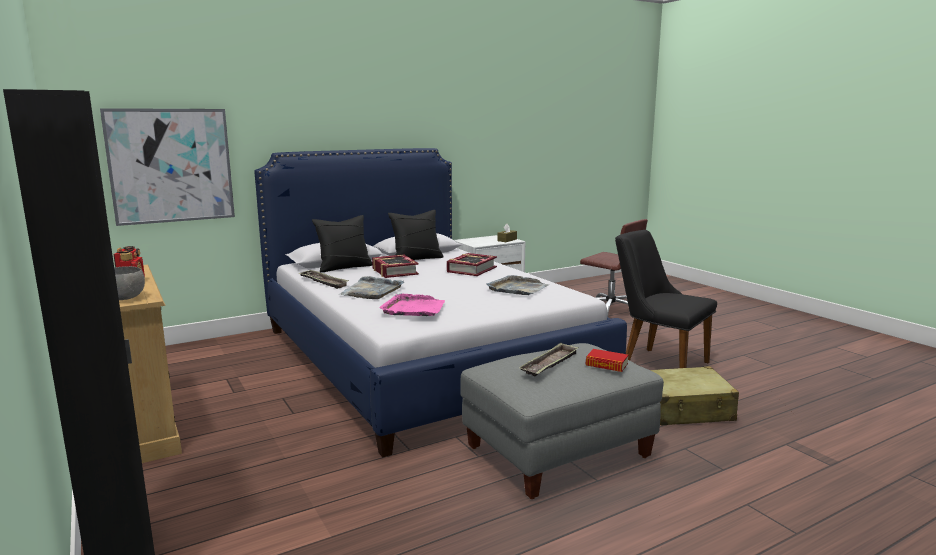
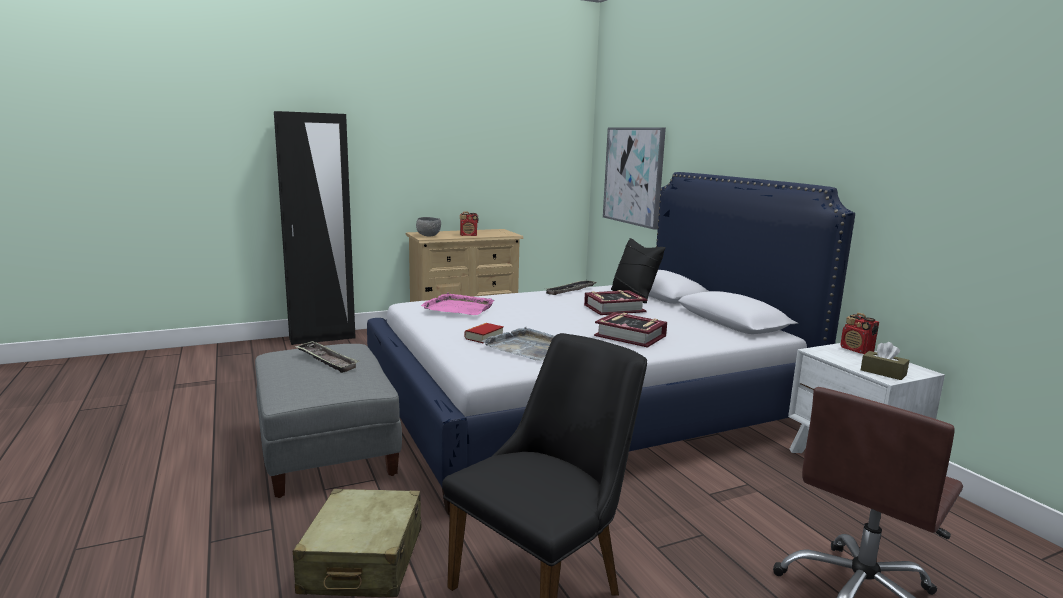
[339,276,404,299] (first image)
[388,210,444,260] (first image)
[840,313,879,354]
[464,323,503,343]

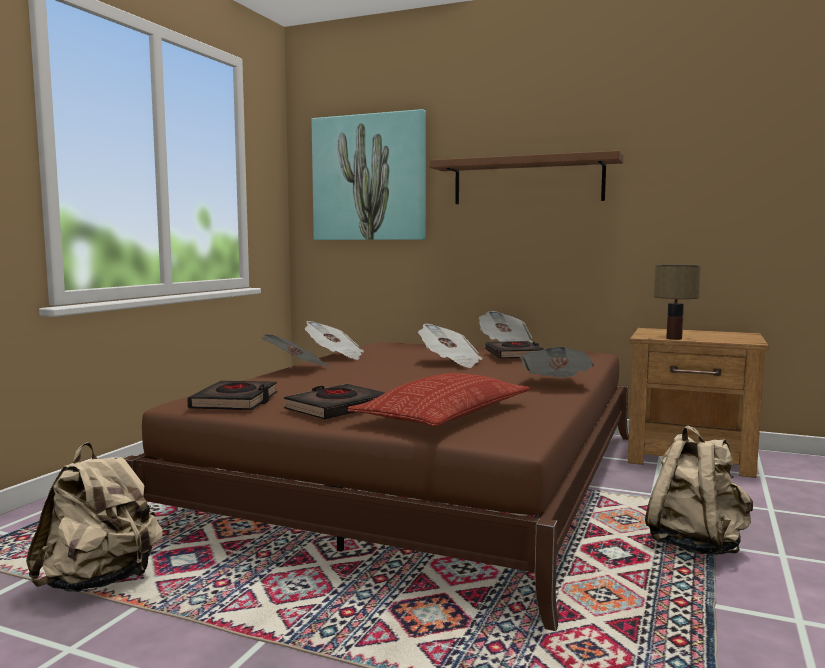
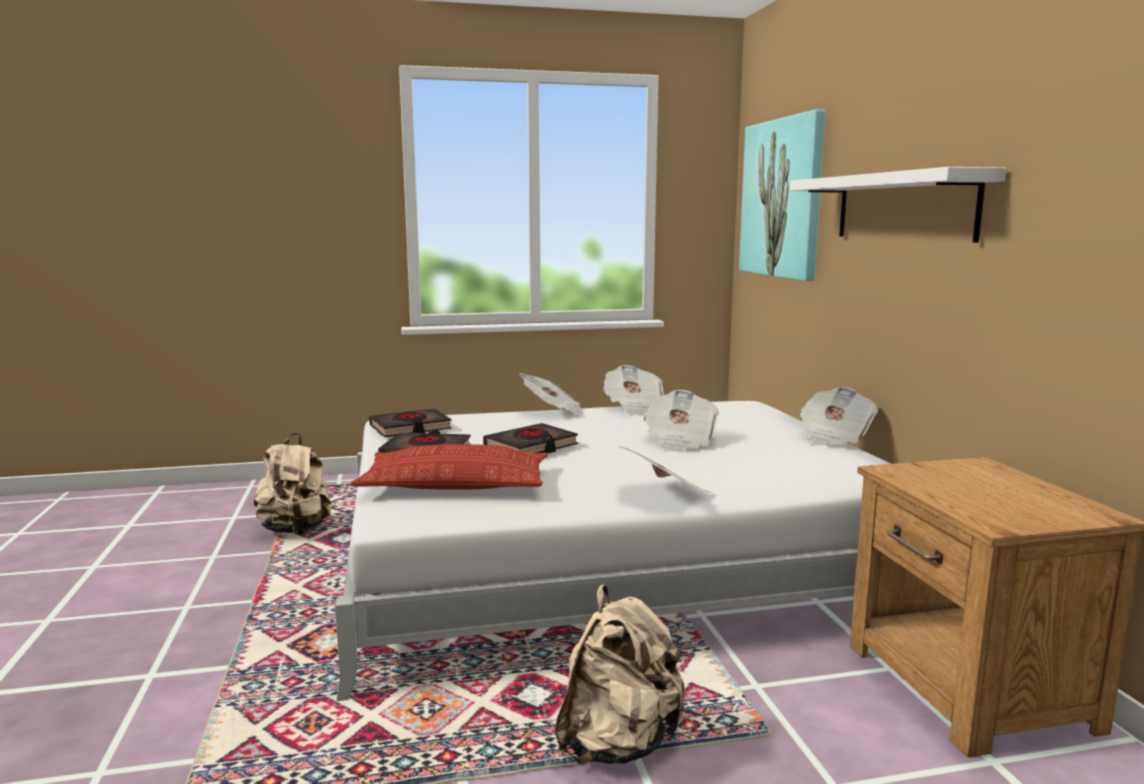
[654,265,701,340] (first image)
[483,423,578,454]
[335,401,891,701]
[790,167,1006,243]

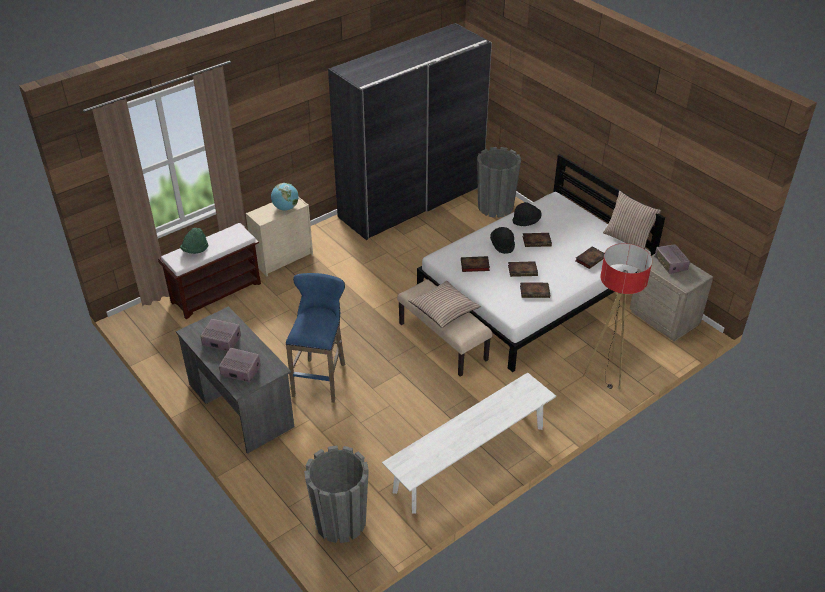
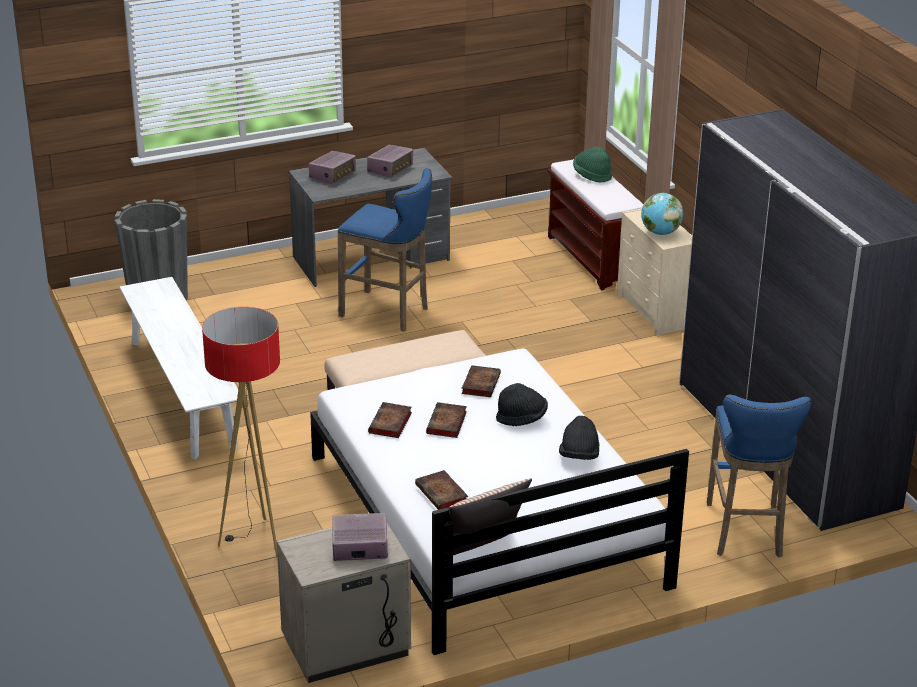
[408,281,481,328] (first image)
[523,233,552,247] (first image)
[707,395,811,558]

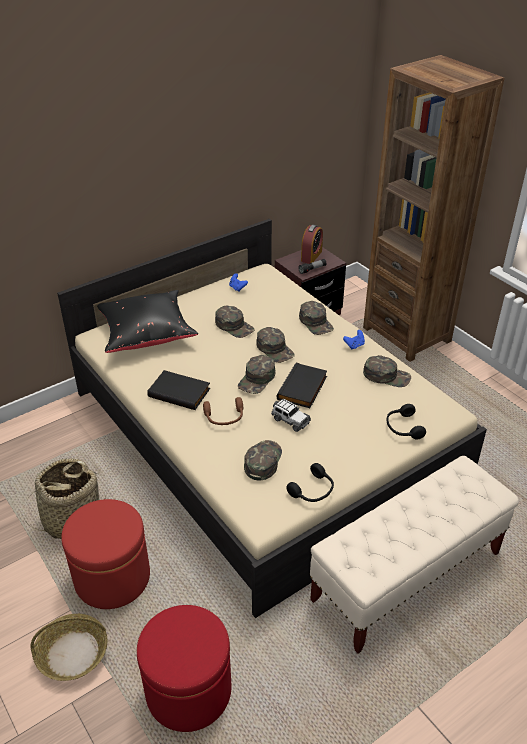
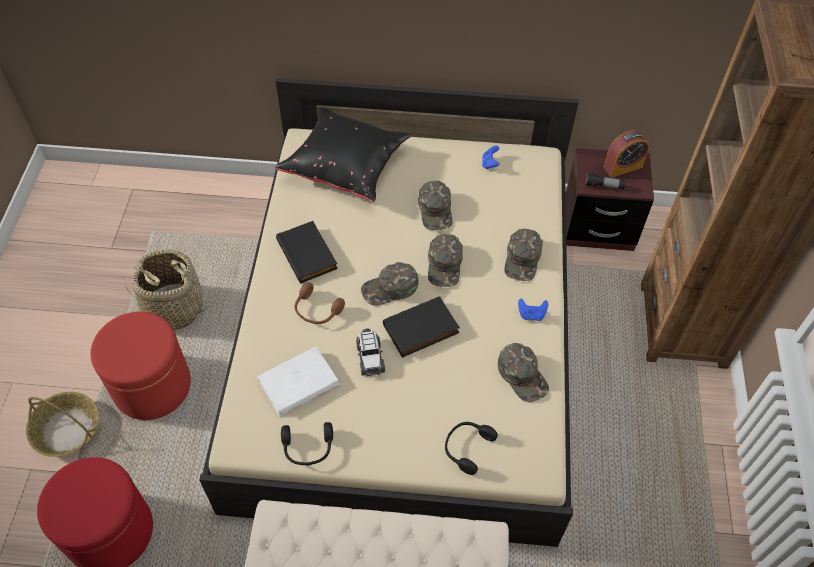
[257,347,340,417]

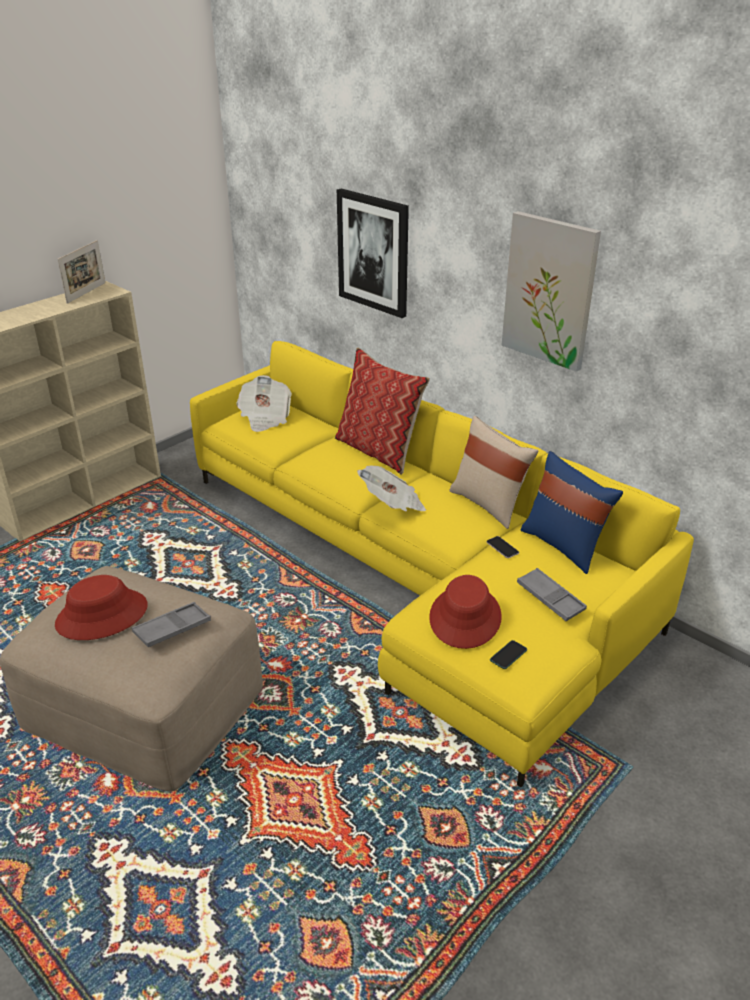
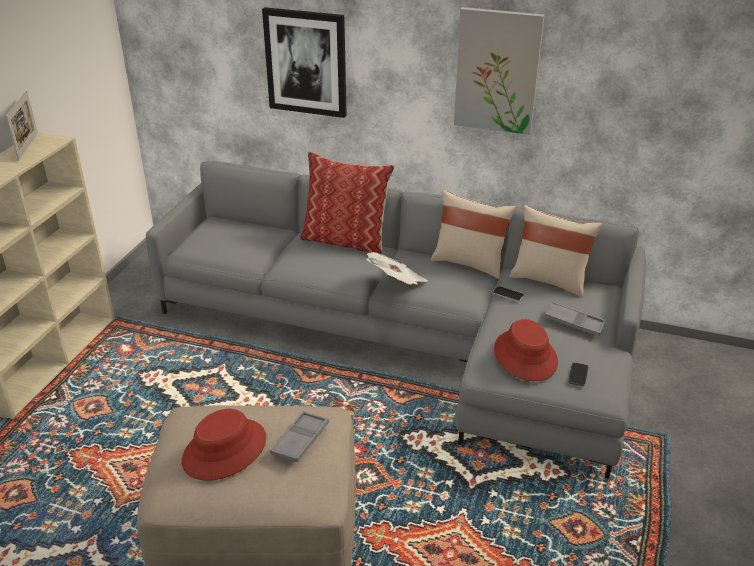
[236,375,292,432] (first image)
[146,161,646,479]
[509,205,602,297]

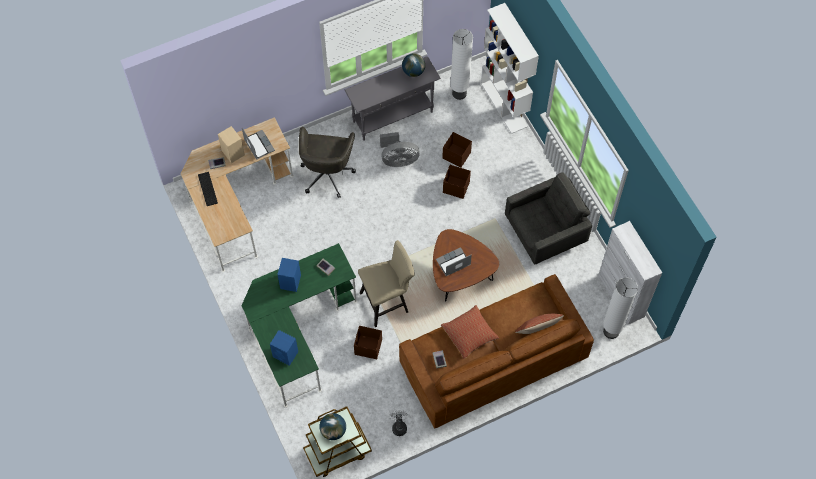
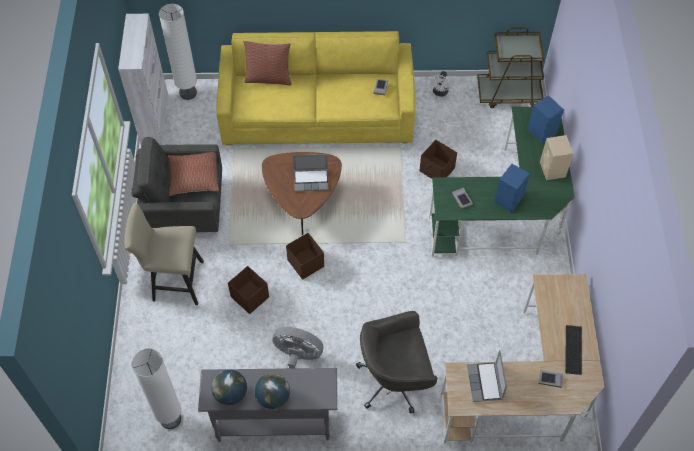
[481,3,539,134] (first image)
[540,135,574,180]
[255,373,290,409]
[124,203,204,305]
[168,152,219,196]
[286,233,324,280]
[217,31,416,145]
[356,311,437,414]

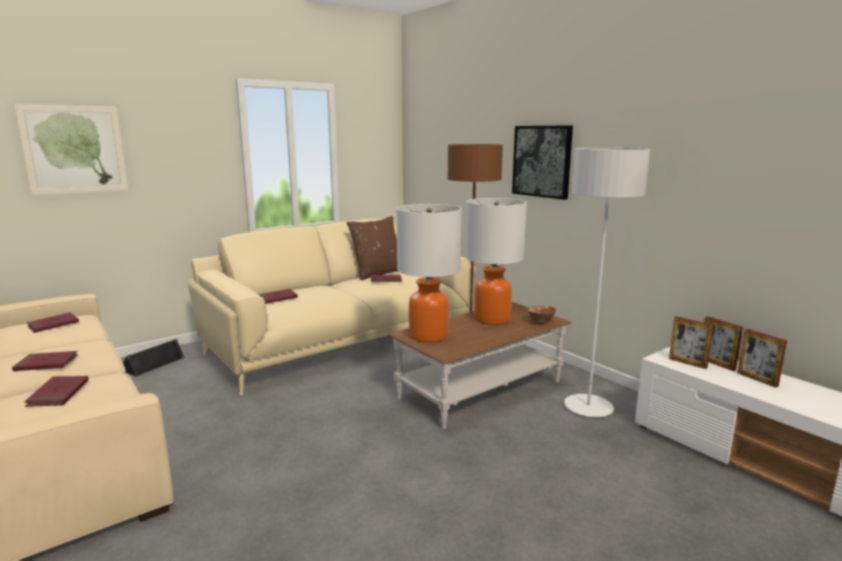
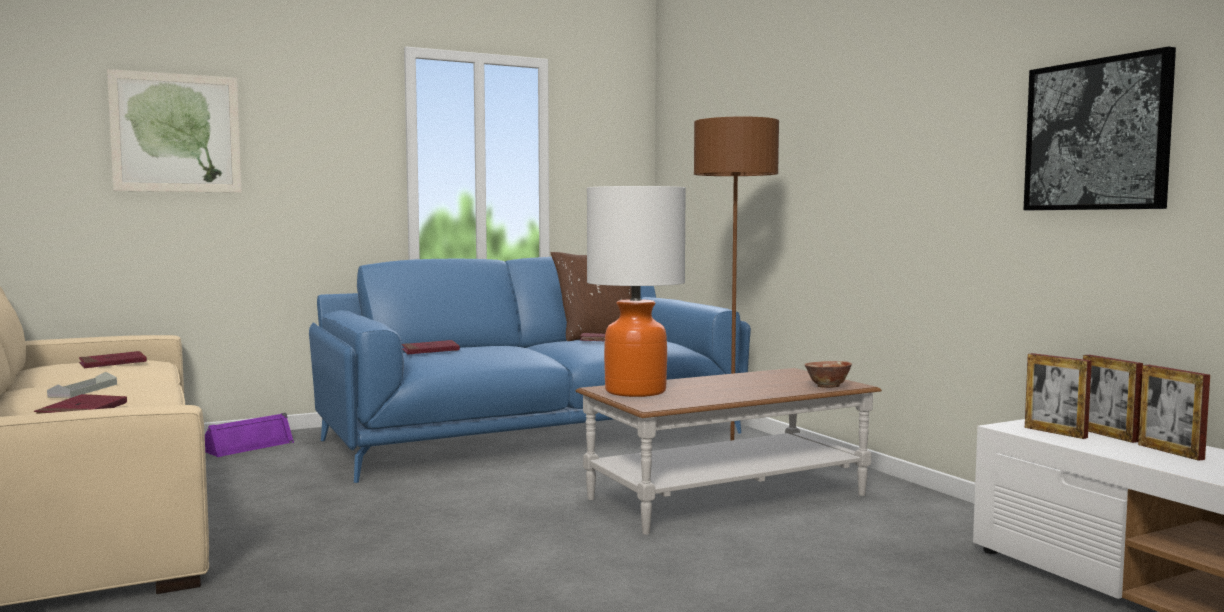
[465,198,527,325] (first image)
[564,148,650,417] (first image)
[1024,46,1176,210]
[47,372,117,398]
[205,413,294,457]
[309,257,751,483]

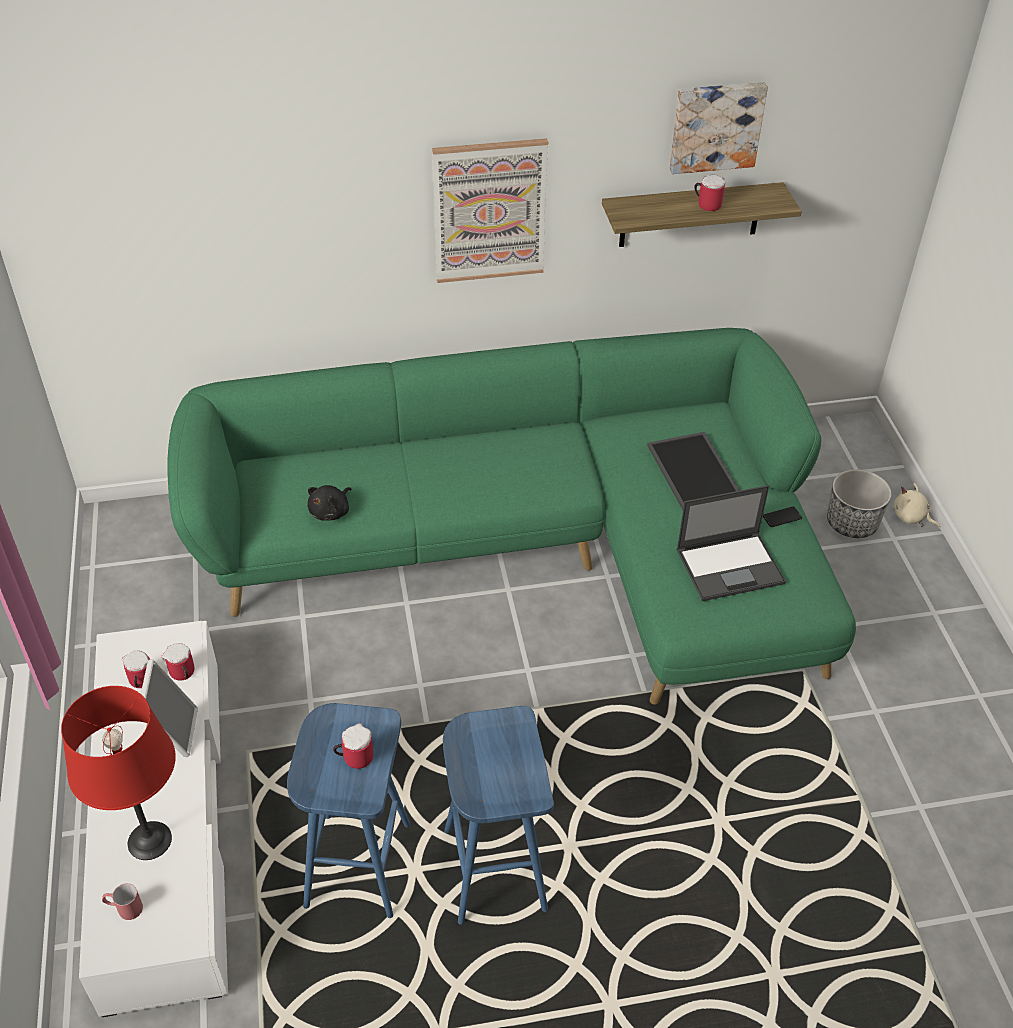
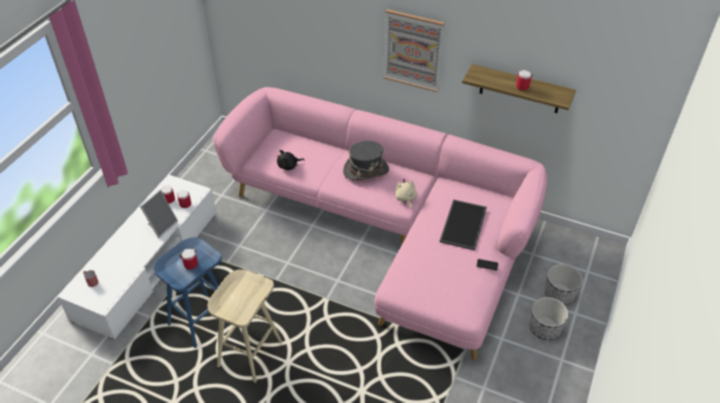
[61,686,176,860] (first image)
[670,82,768,174] (first image)
[676,485,786,601] (first image)
[343,141,389,180]
[529,297,569,340]
[395,179,417,209]
[213,87,547,360]
[208,269,282,383]

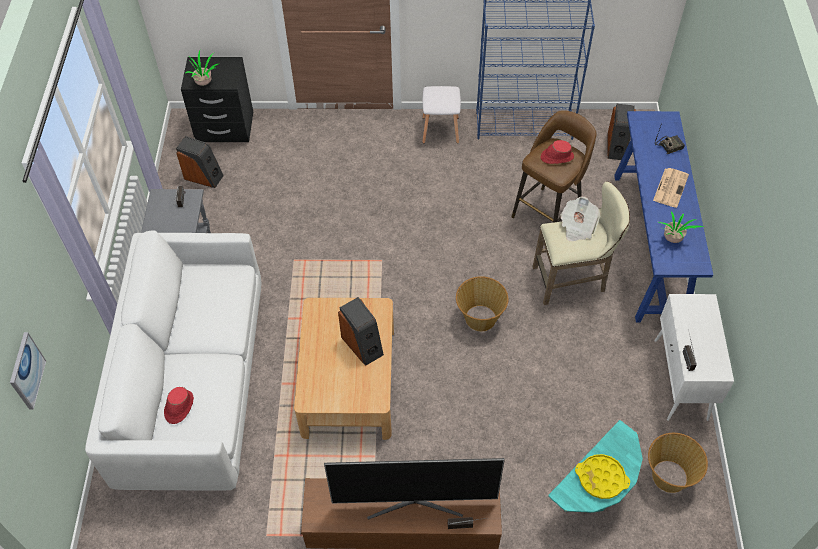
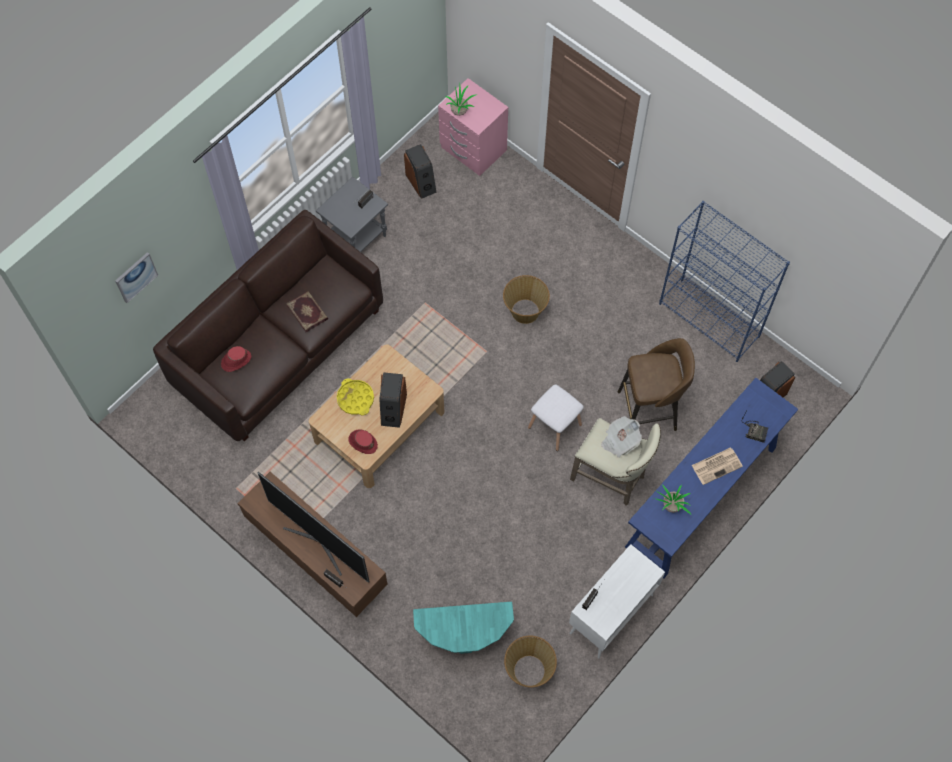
[286,291,328,332]
[528,384,584,451]
[503,275,550,324]
[348,430,378,454]
[337,378,374,415]
[153,210,383,441]
[438,78,508,176]

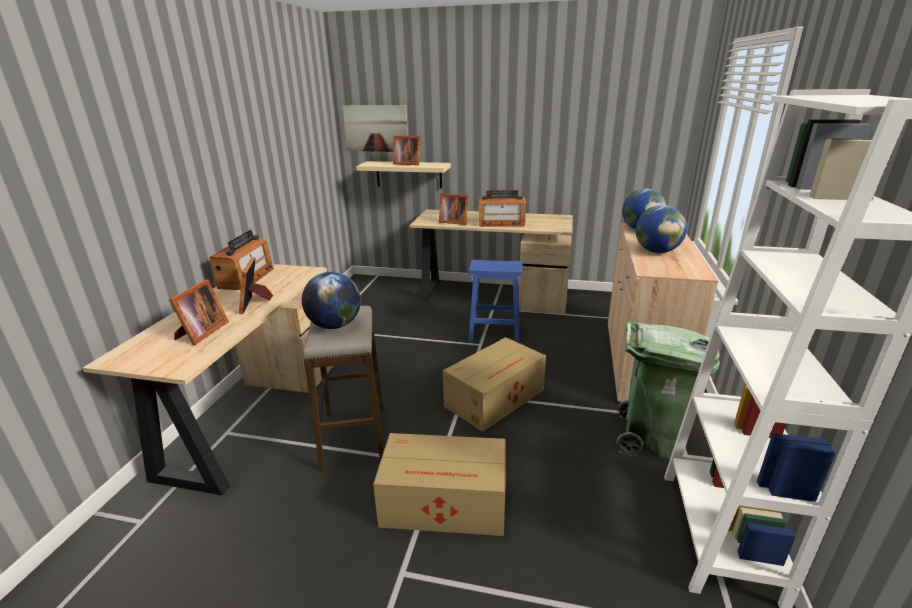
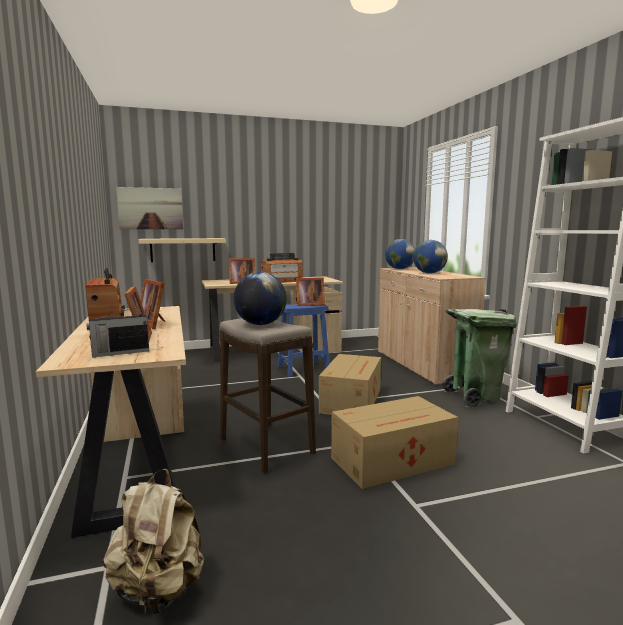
[86,306,149,358]
[103,469,204,614]
[296,277,325,306]

